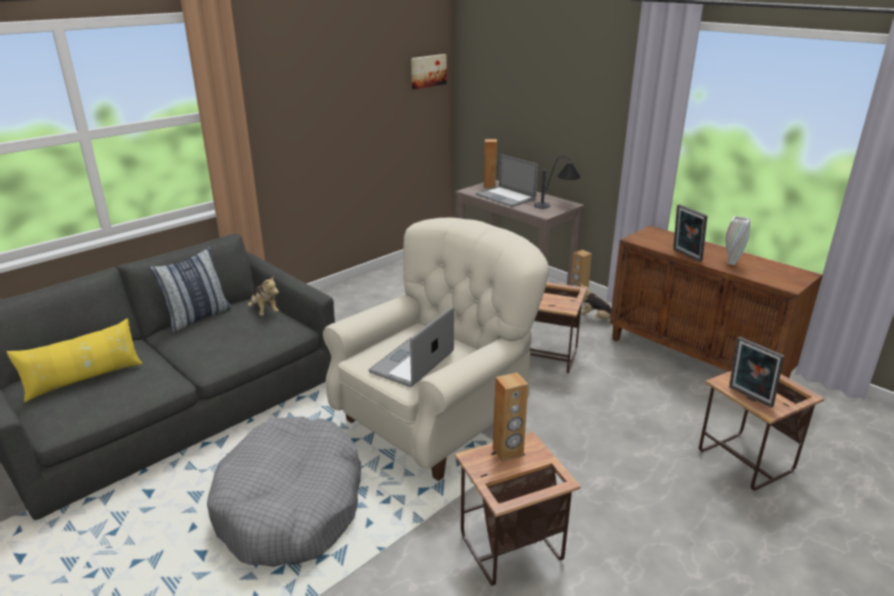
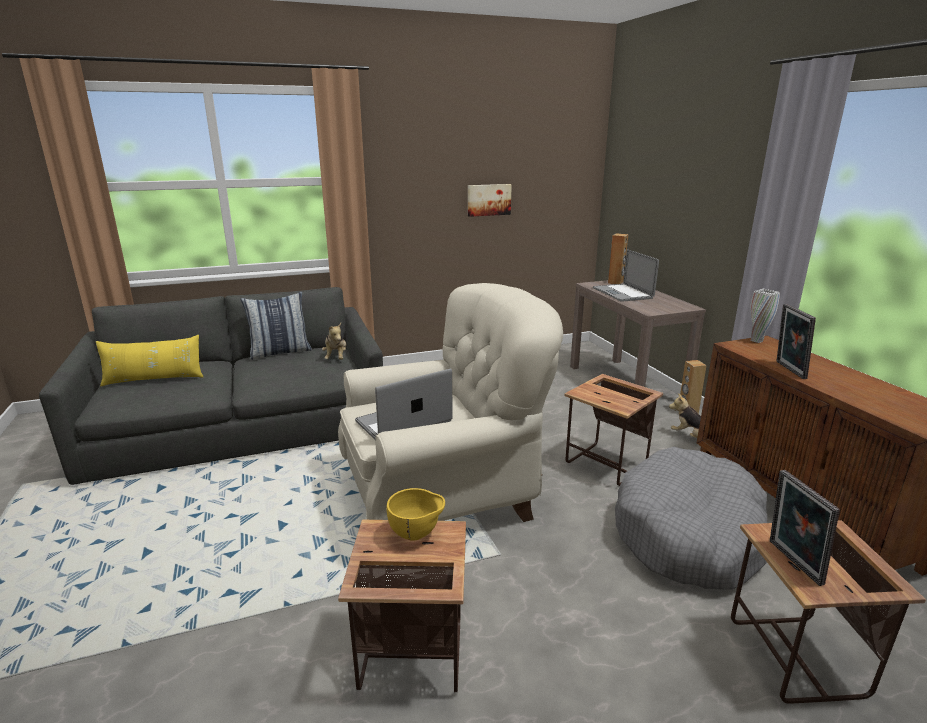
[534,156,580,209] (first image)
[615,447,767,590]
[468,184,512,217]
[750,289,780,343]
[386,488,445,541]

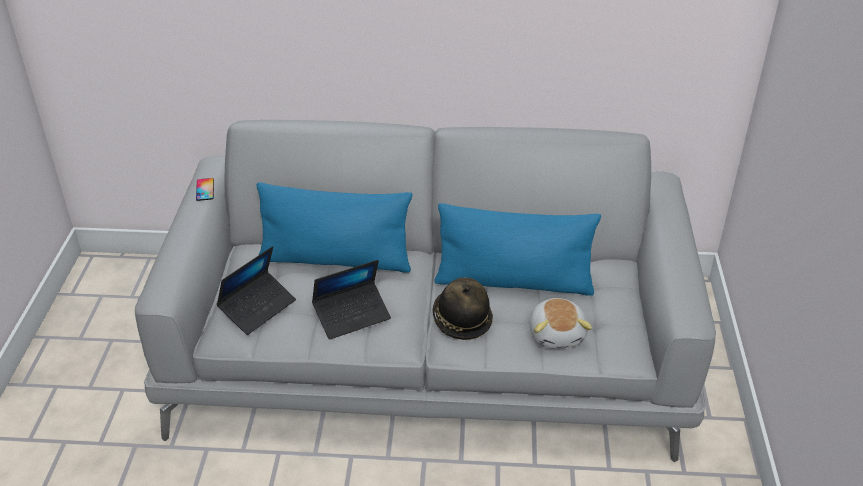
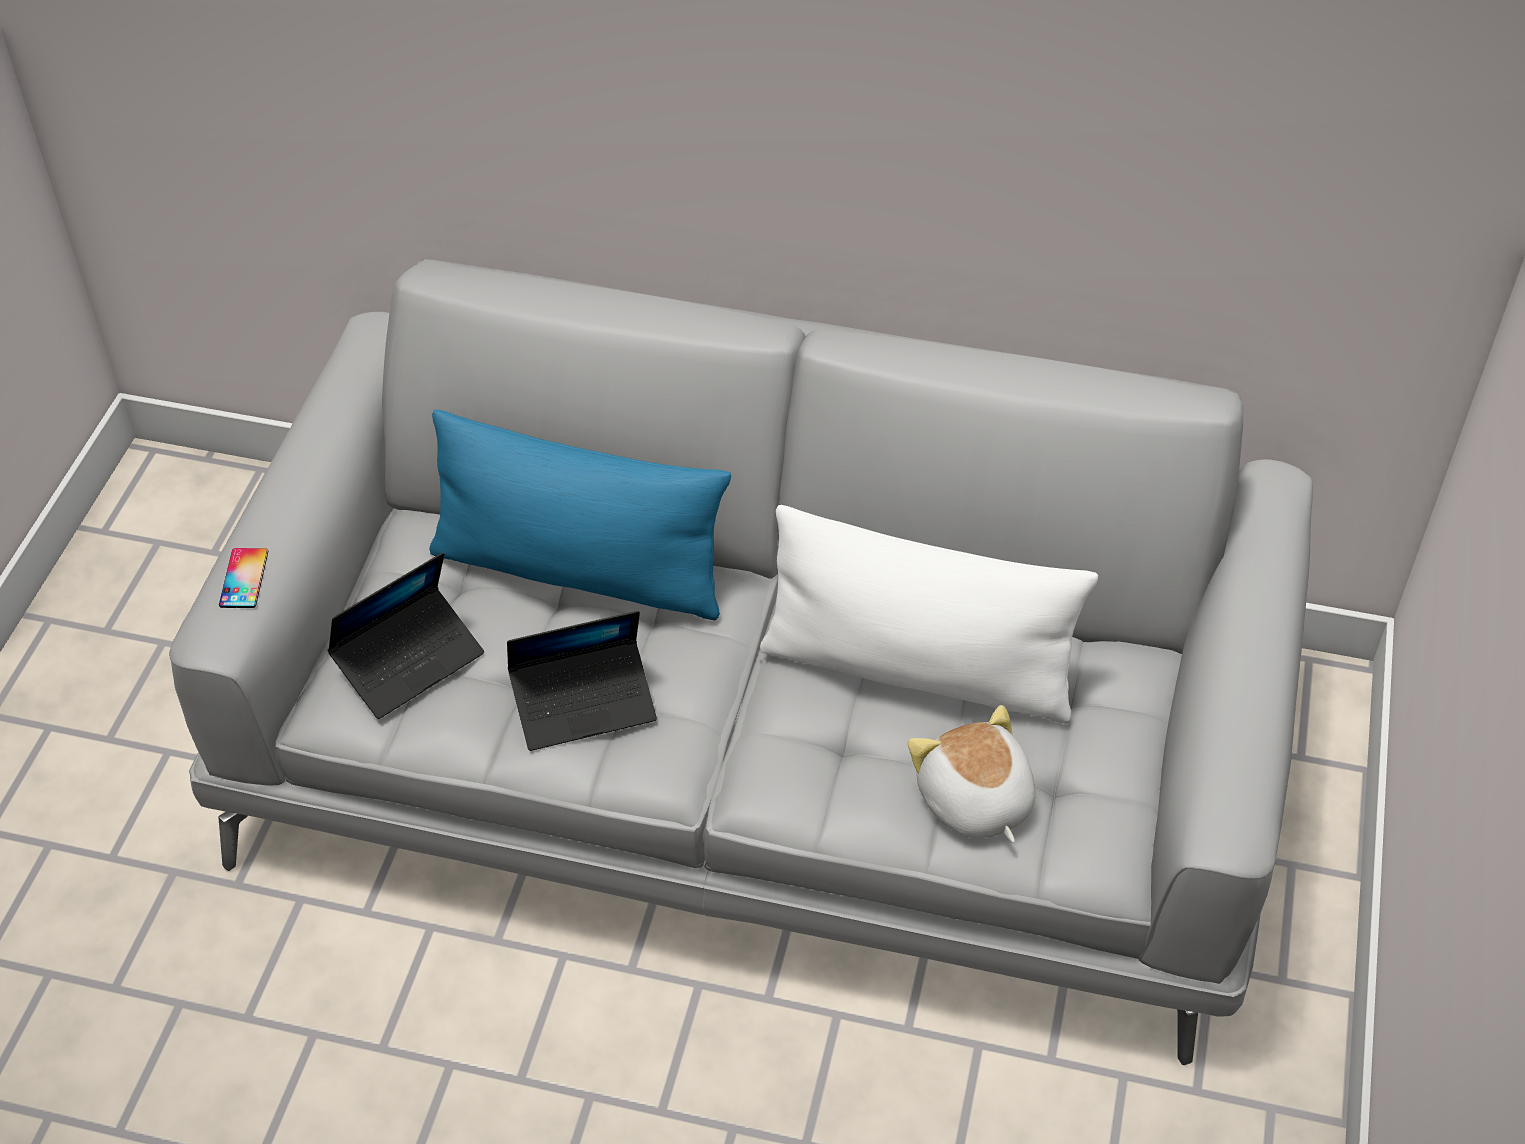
[433,278,493,340] (first image)
[219,548,268,608]
[760,505,1098,724]
[907,705,1035,843]

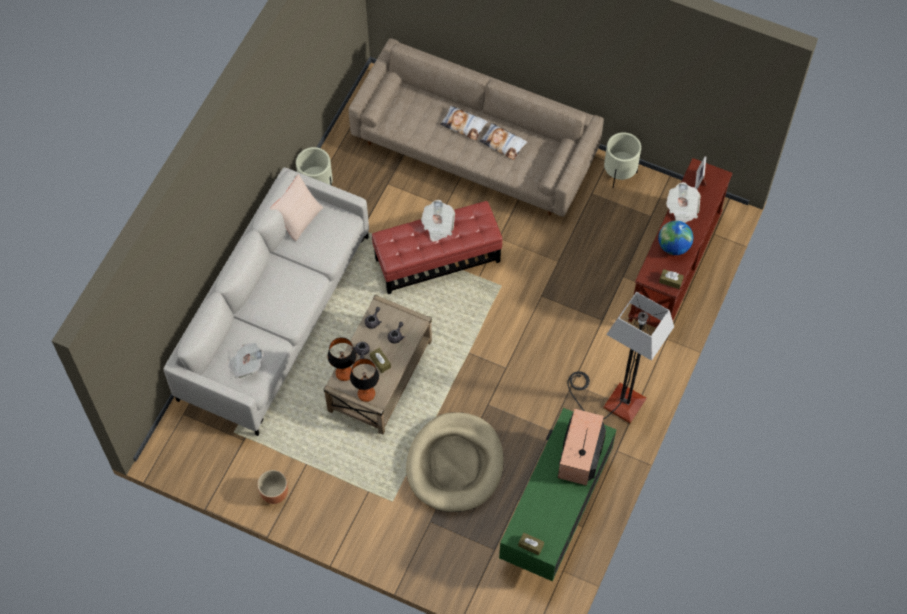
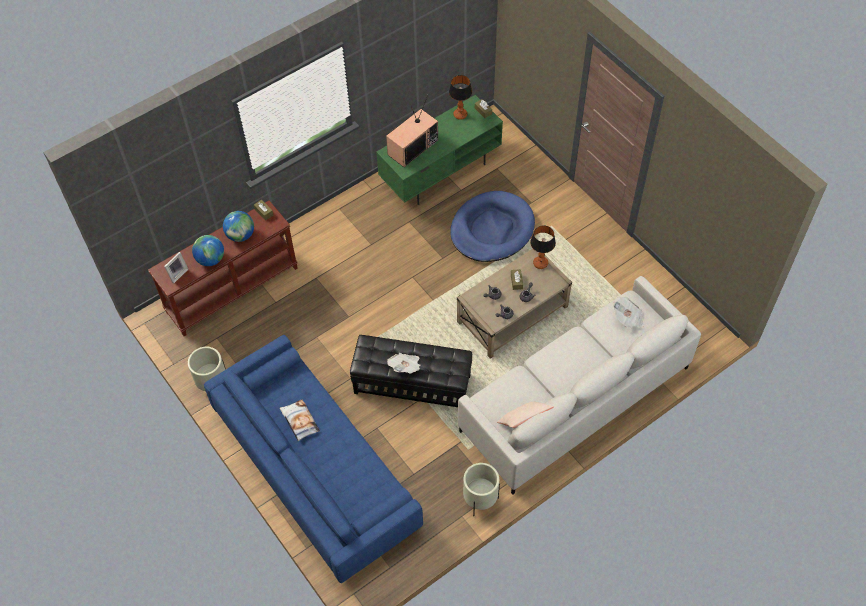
[257,470,288,504] (first image)
[440,105,488,140] (first image)
[567,292,674,423] (first image)
[449,75,472,120]
[192,235,224,266]
[204,335,423,583]
[350,335,472,407]
[450,191,535,262]

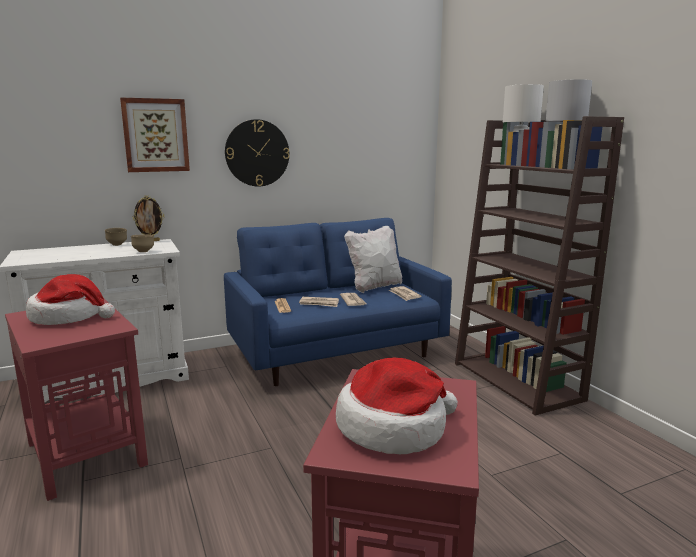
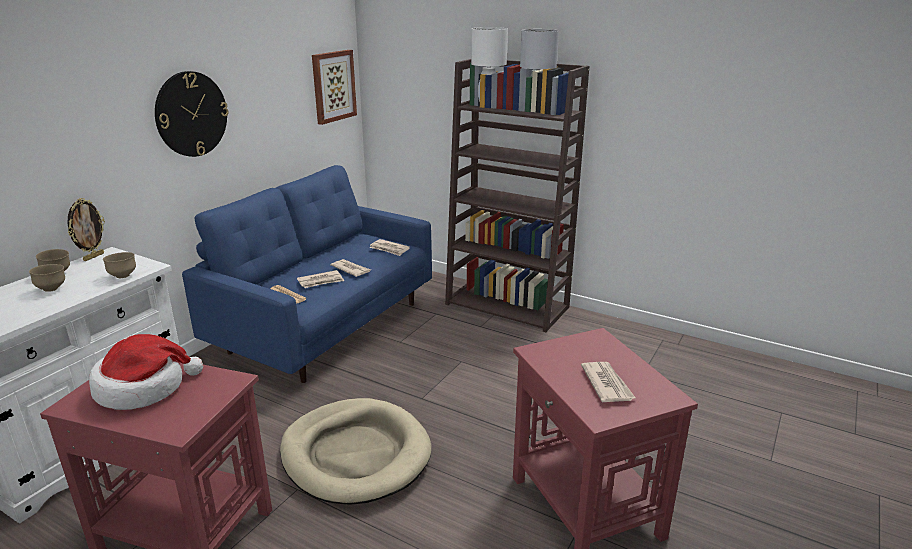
[344,226,402,293] (first image)
[29,264,65,292]
[280,398,431,505]
[312,50,357,125]
[581,362,635,402]

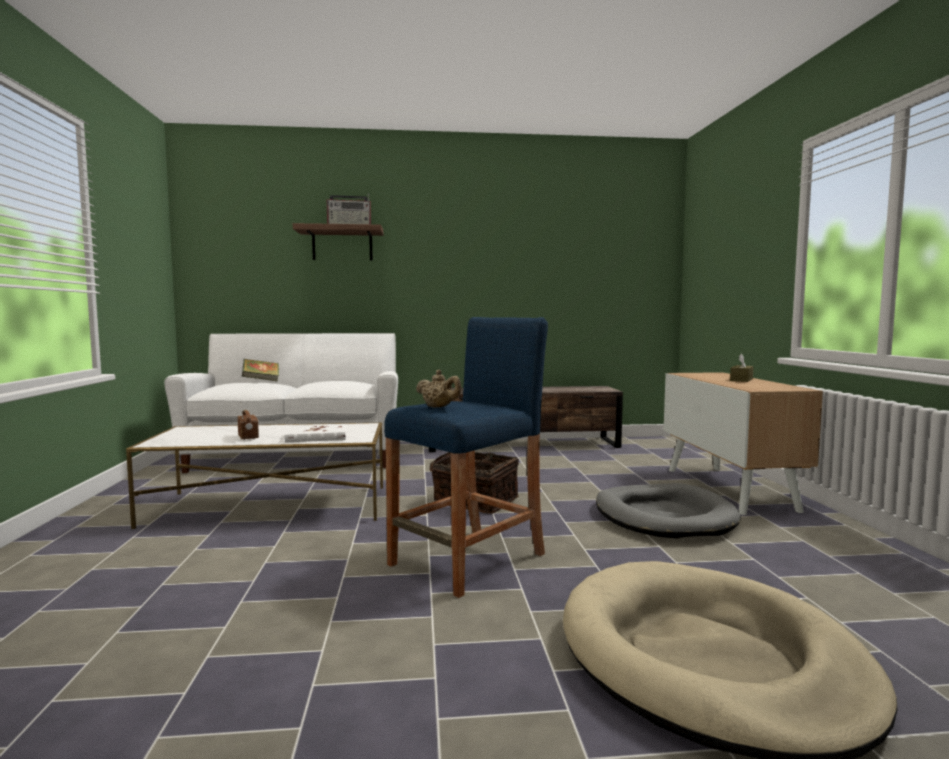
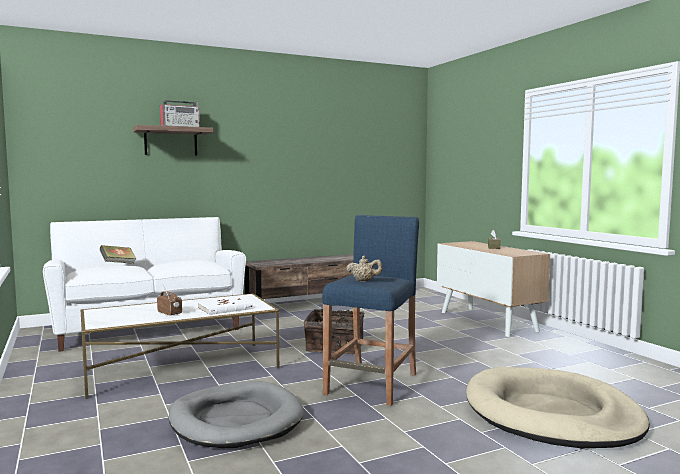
[169,381,304,448]

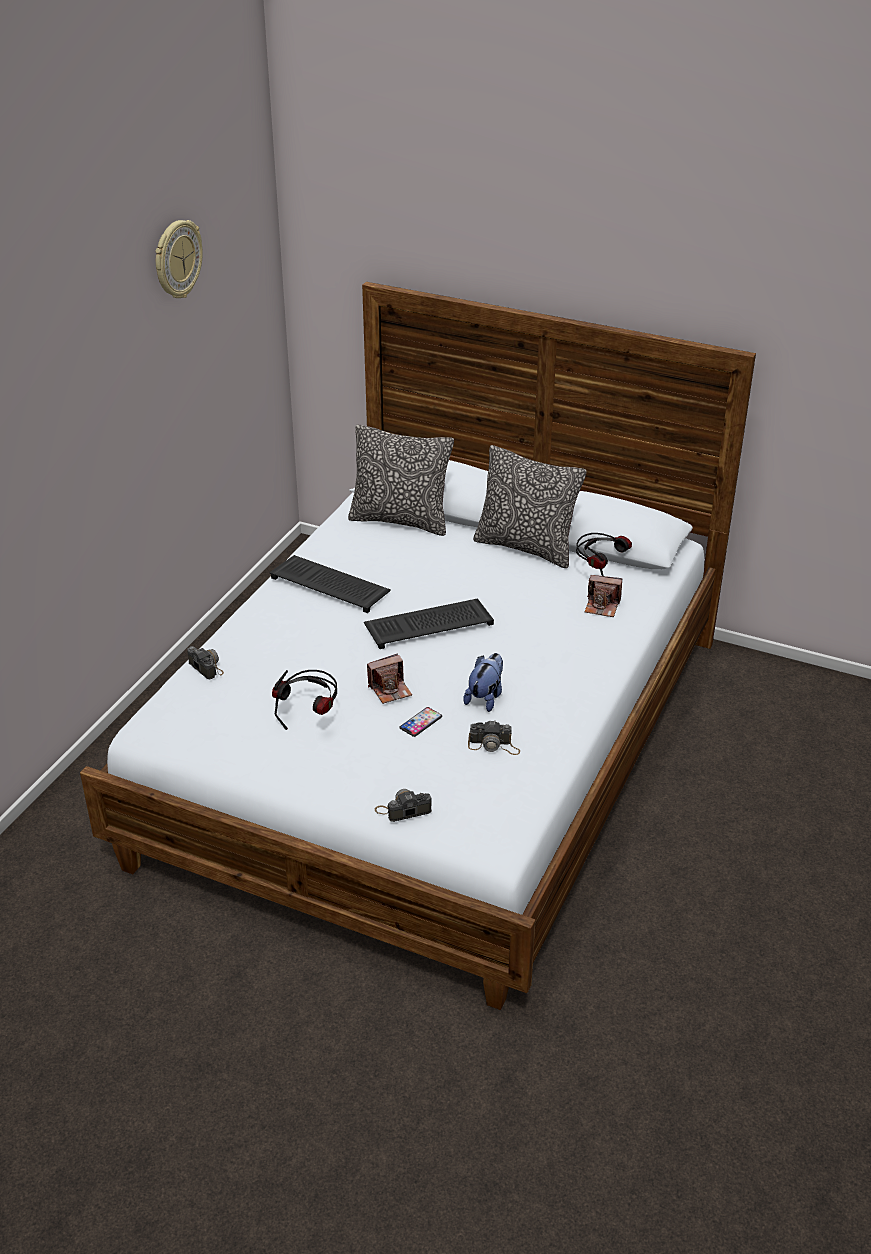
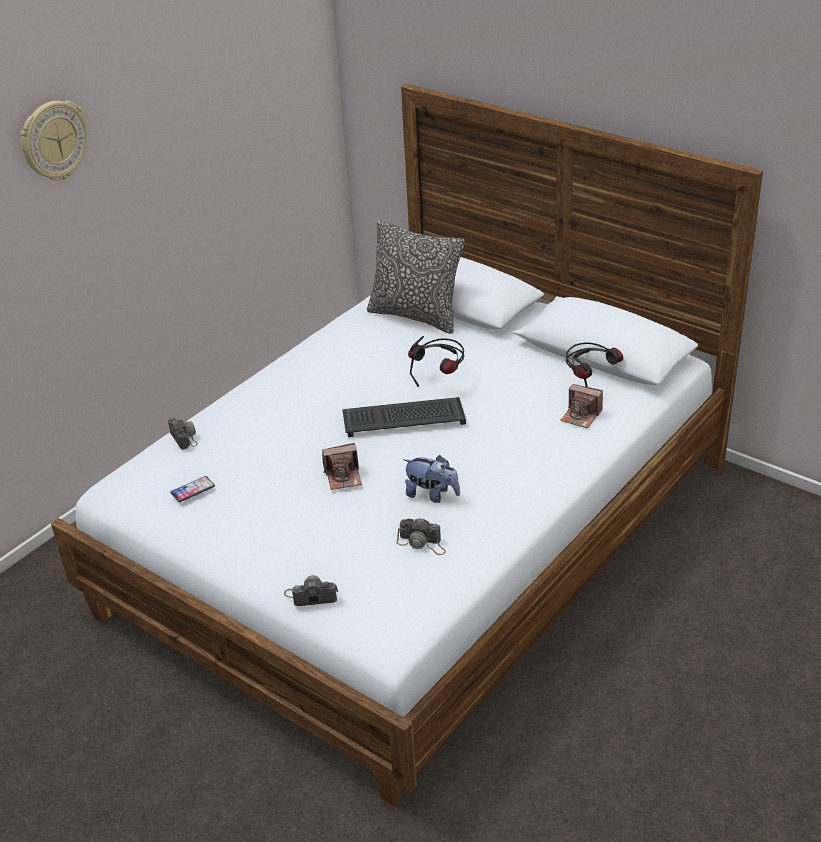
[269,555,391,613] (first image)
[473,445,587,568] (first image)
[20,100,88,180]
[408,336,464,387]
[171,476,215,502]
[403,455,460,503]

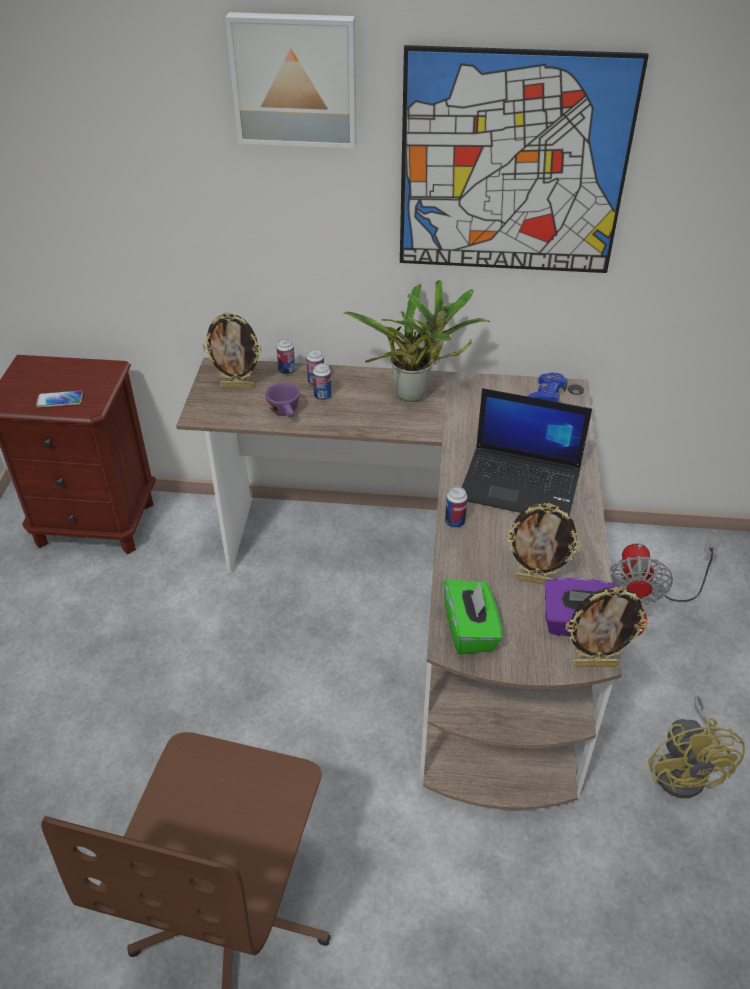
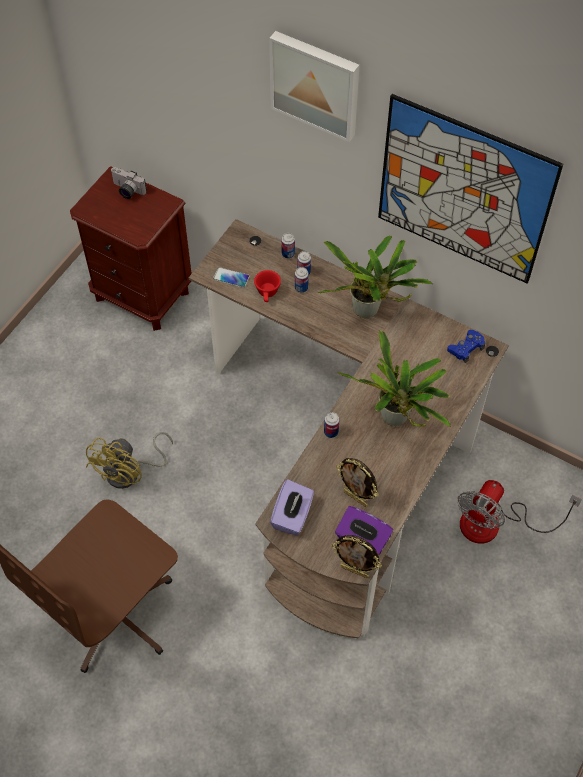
[203,312,262,388] (first image)
[110,167,147,199]
[213,267,250,288]
[86,432,173,489]
[337,330,451,427]
[254,270,281,302]
[270,479,314,536]

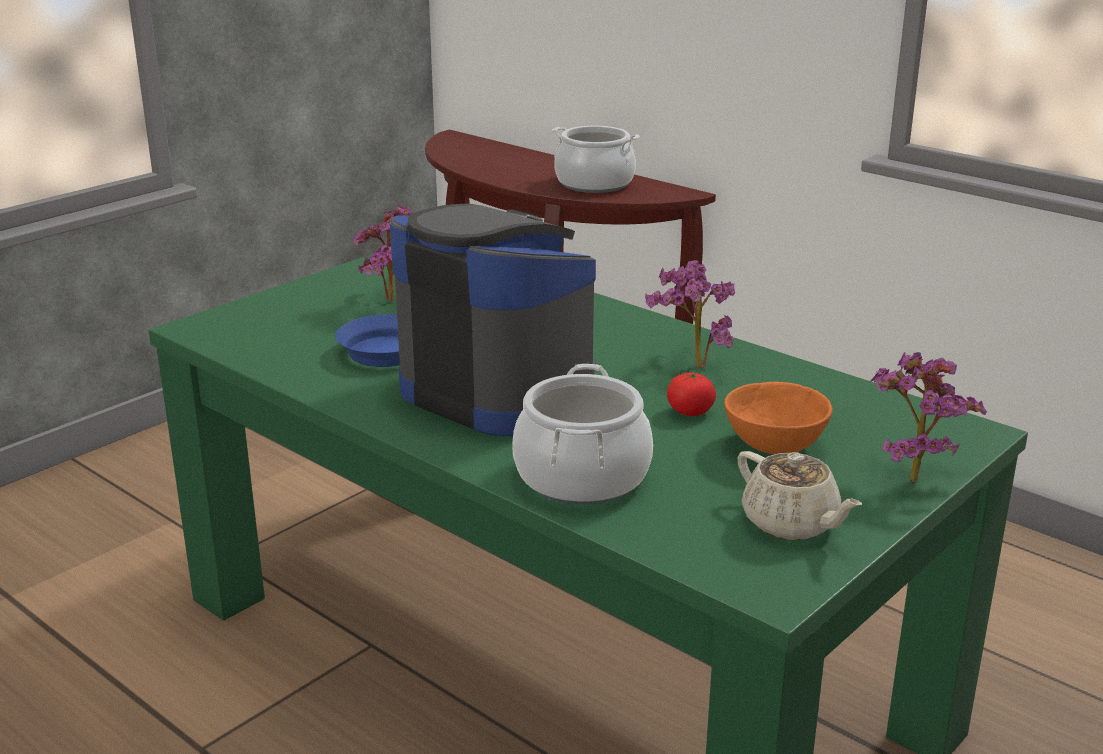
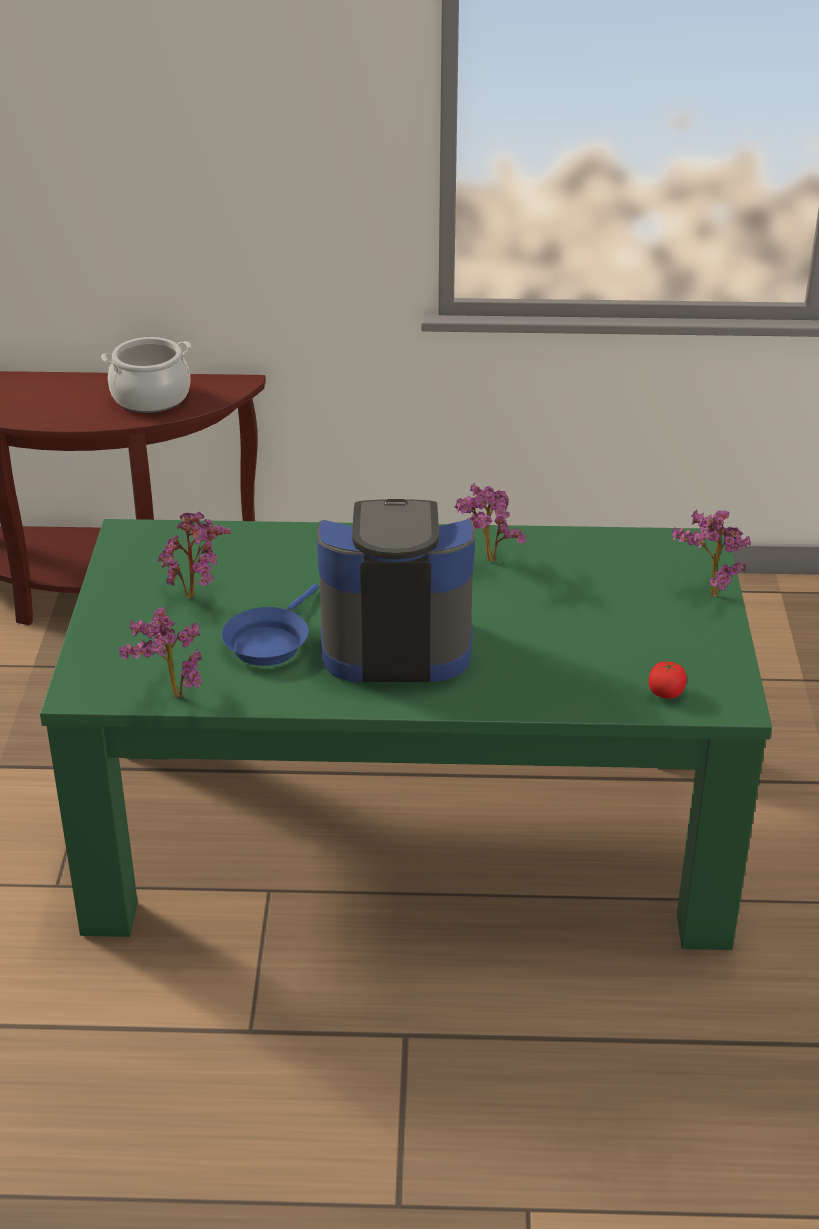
[512,364,653,504] (first image)
[724,382,832,454] (first image)
[737,451,862,540] (first image)
[119,607,202,698]
[649,662,687,699]

